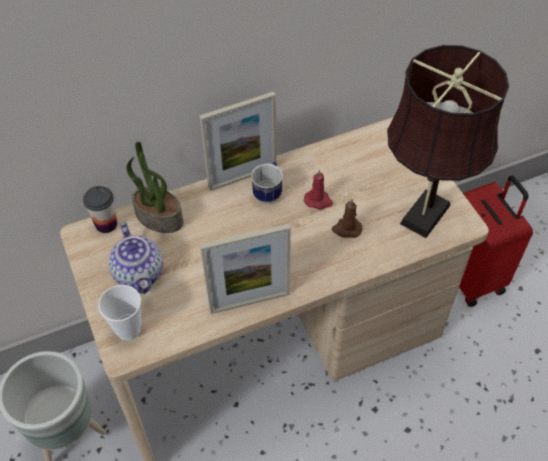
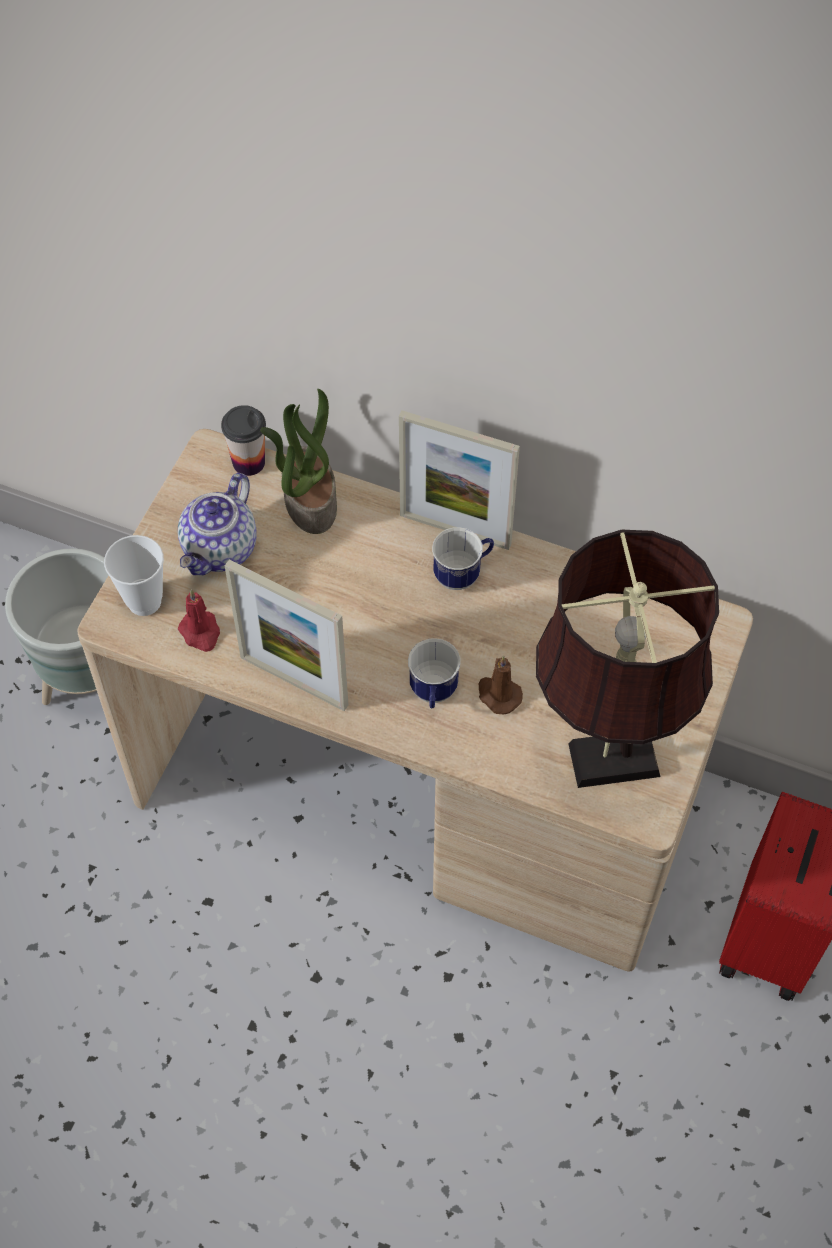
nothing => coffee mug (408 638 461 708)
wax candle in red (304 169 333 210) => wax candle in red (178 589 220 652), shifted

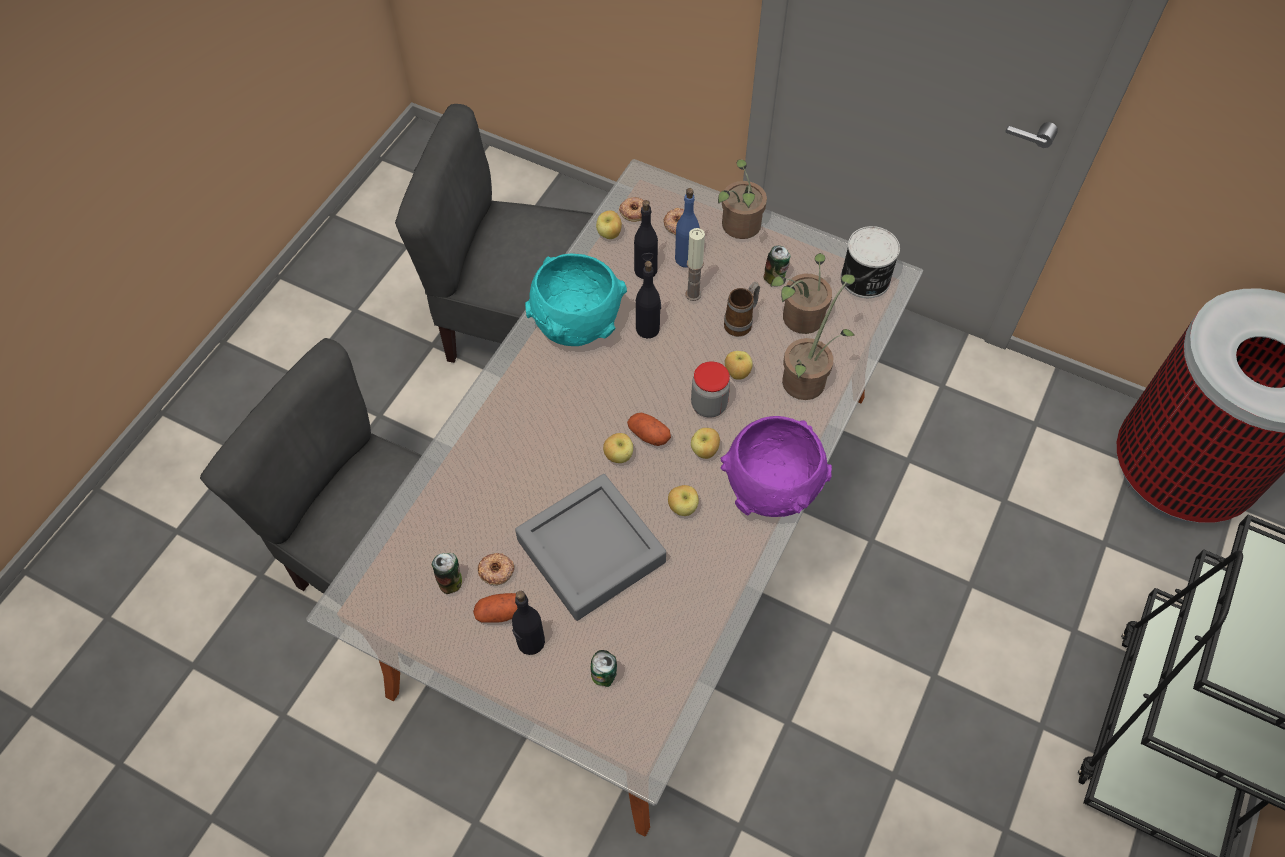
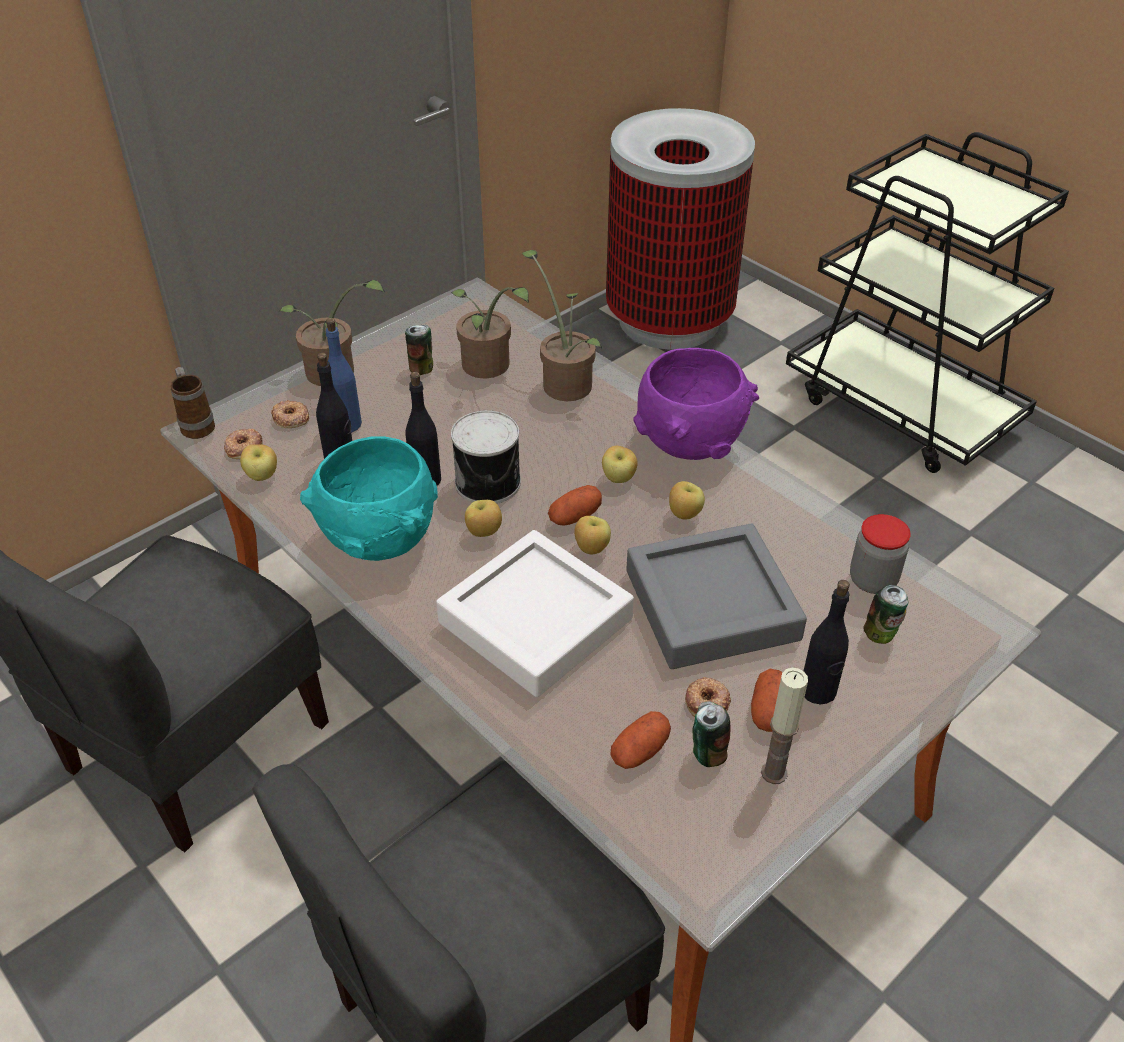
nothing => tray in white (436 530 634 697)
nothing => spud (611 711 671 769)
wax candle (685 228 705 301) => wax candle (761 668 808 784), shifted
storage jar (691 361 730 418) => storage jar (850 514 911 594), shifted
coffee mug (724 282 760 336) => coffee mug (171 367 215 439), shifted
apple (725 351 753 380) => apple (465 500 502 537), shifted
can (841 226 900 298) => can (451 410 521 504), shifted

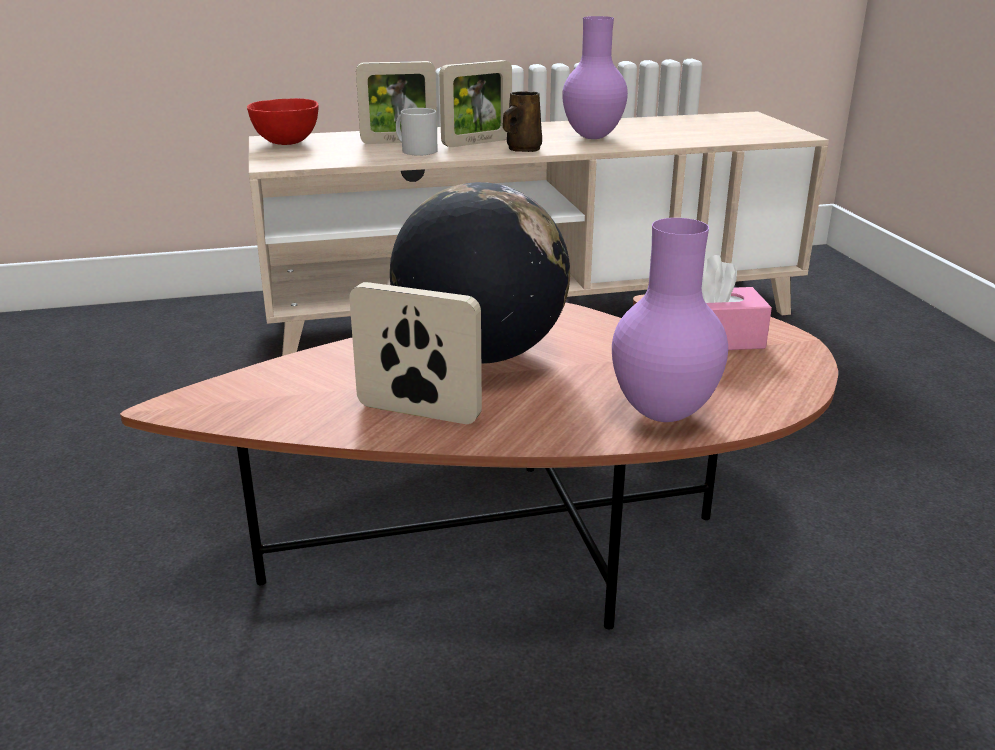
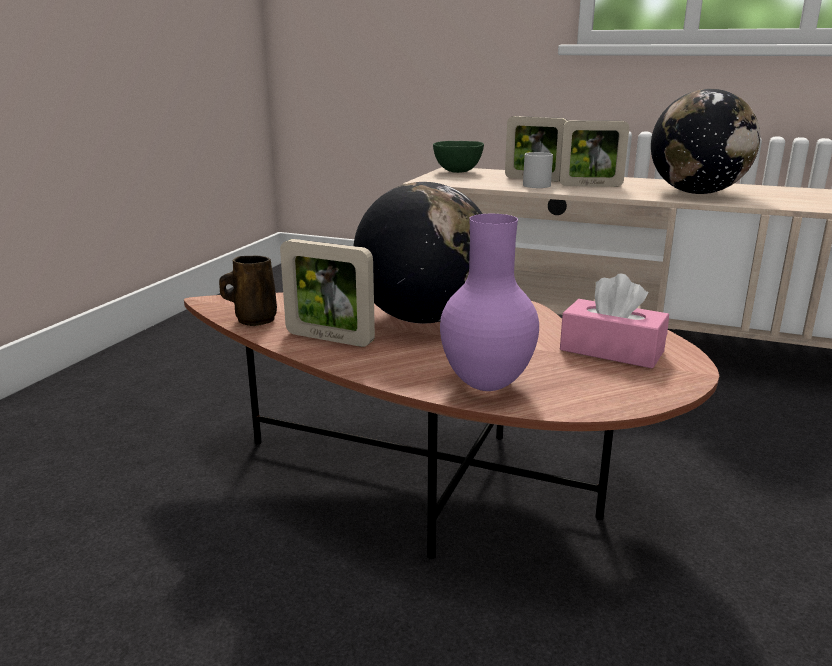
coffee mug in brownish (503 91 542 152) => coffee mug in brownish (219 255 277 326), shifted
decorative vase in purple (562 16 628 139) => world globe (651 89 760 194)
deep dish in red (247 98 319 145) => deep dish in green-coloured (433 141 484 173)
standing frame (349 282 482 424) => standing frame (280 239 375 347), 150 degrees clockwise

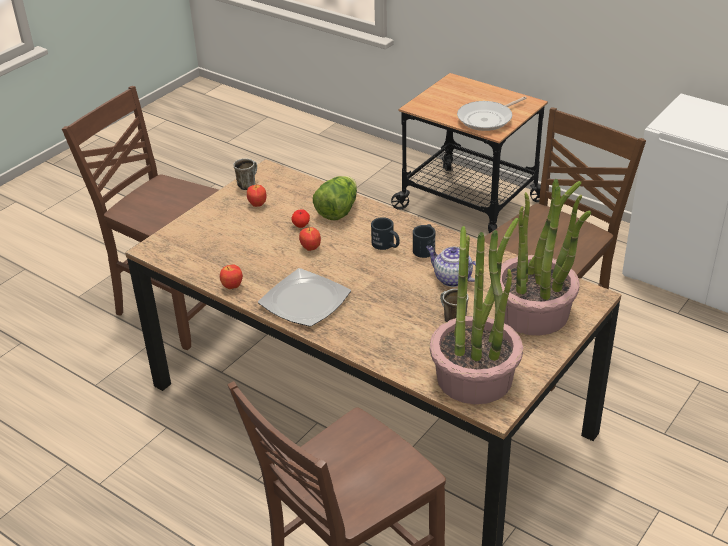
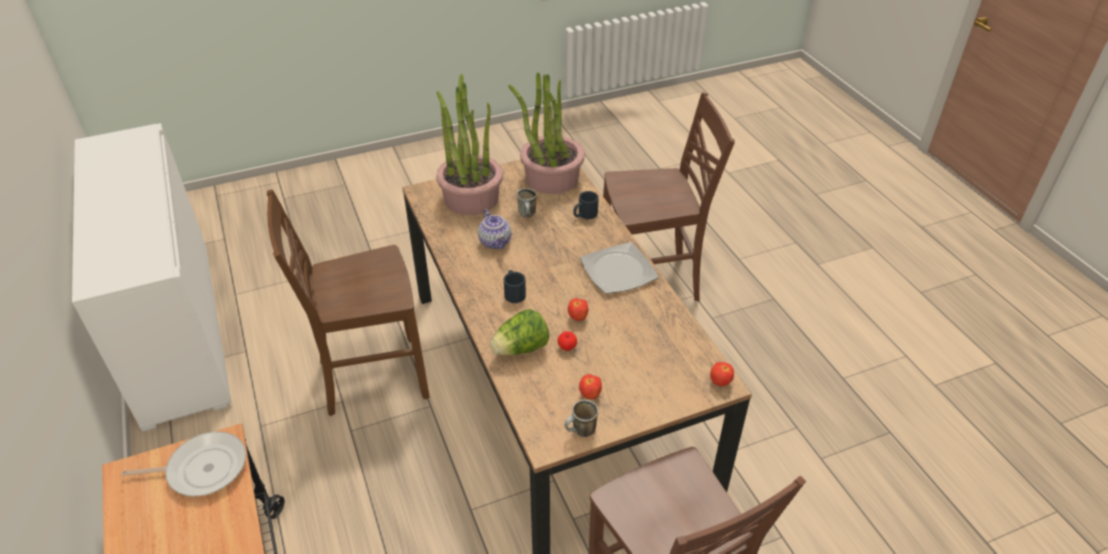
apple (220 265 243 289) => apple (710 362 734 386), shifted
coffee mug in black (413 224 435 258) => coffee mug in black (573 191 599 219), shifted

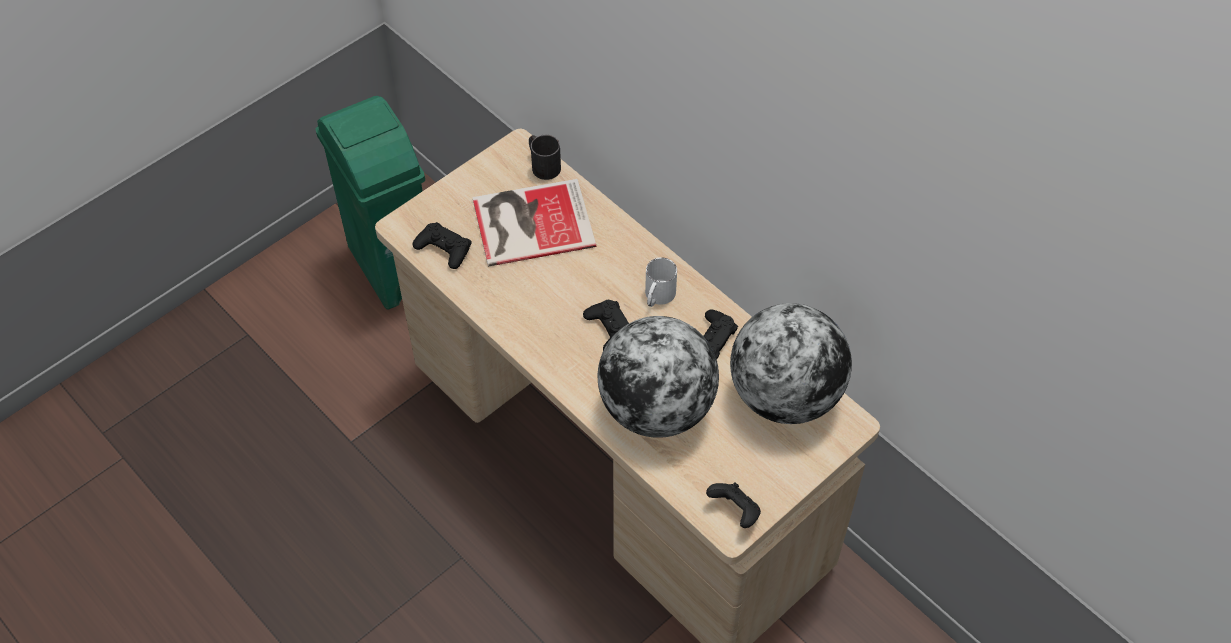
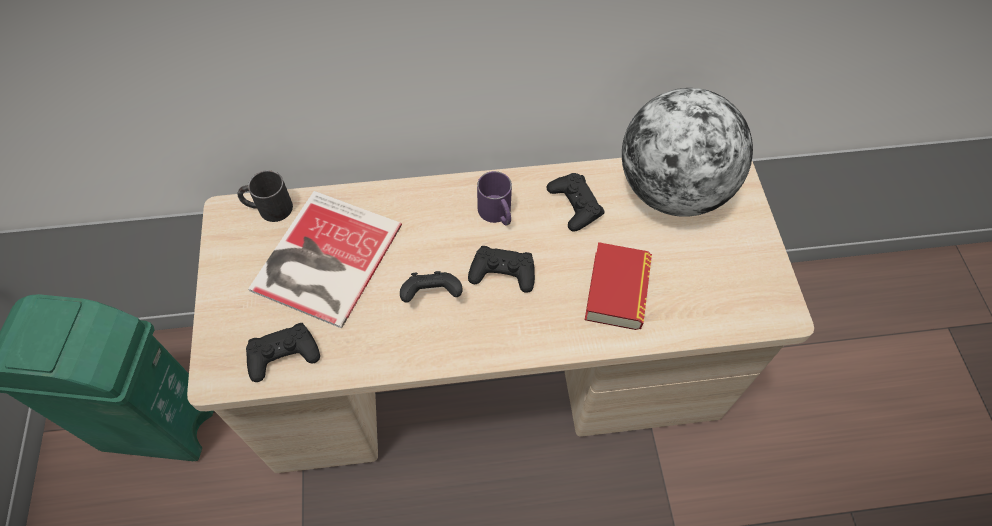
game controller in black (706 482 761 528) => game controller in black (400 271 463 303), shifted
world globe (598 316 719 438) => bound book (585 242 652 330)
coffee mug in white (645 257 677 307) => coffee mug in purple (477 171 512 225)

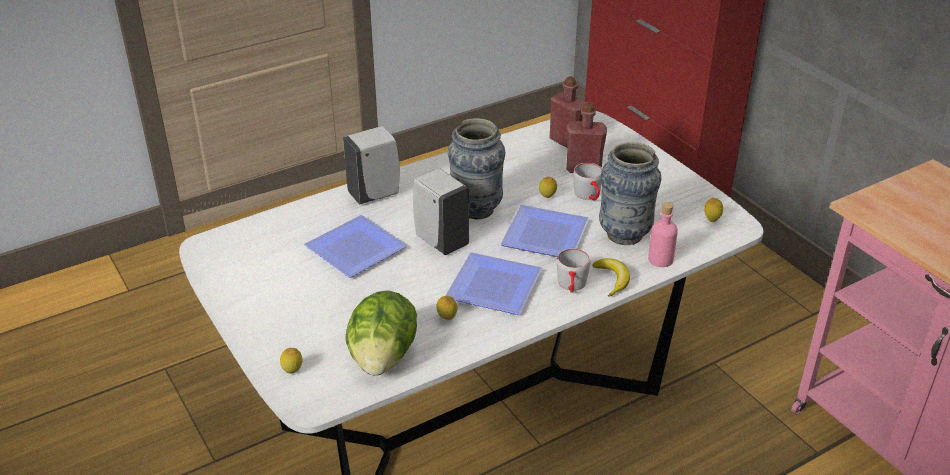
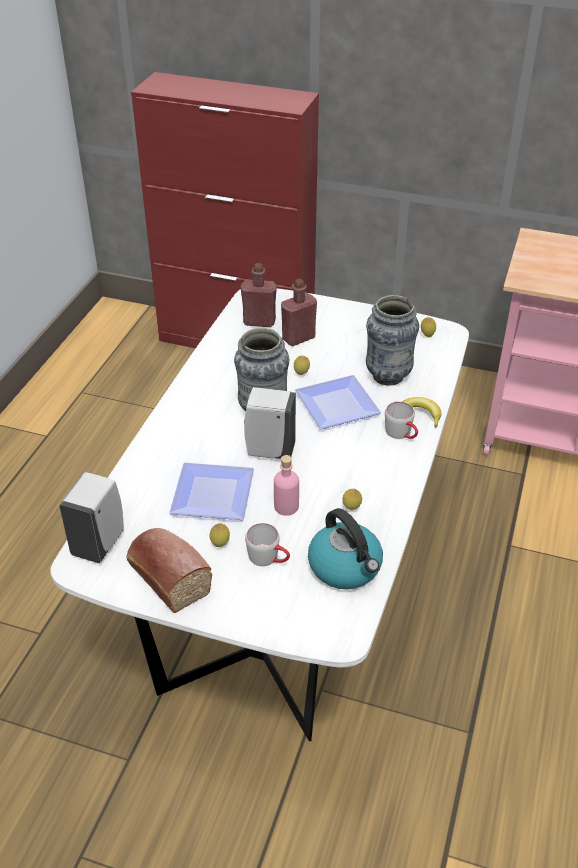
dinner plate (445 252 542 315) => nothing
nothing => bakery bread (126 528 212 613)
whole lemon (280 348 302 373) => whole lemon (210 523 230 547), shifted
soap dispenser in white (343 126 400 205) => soap dispenser in white (59 472 124 563), shifted
coffee mug in grey (573 163 602 200) => coffee mug in grey (245 523 290 566), shifted
bottle in pinkish (648 202 678 267) => bottle in pinkish (274 455 299 516), shifted
lettuce head (345 290 417 375) => water kettle (308 508 383 589)

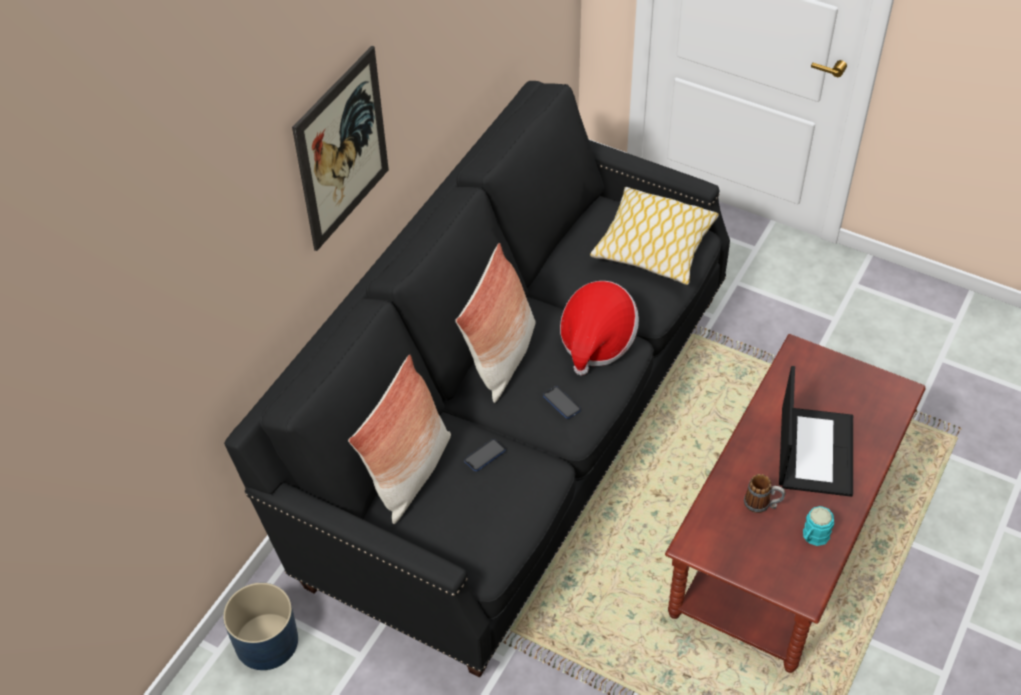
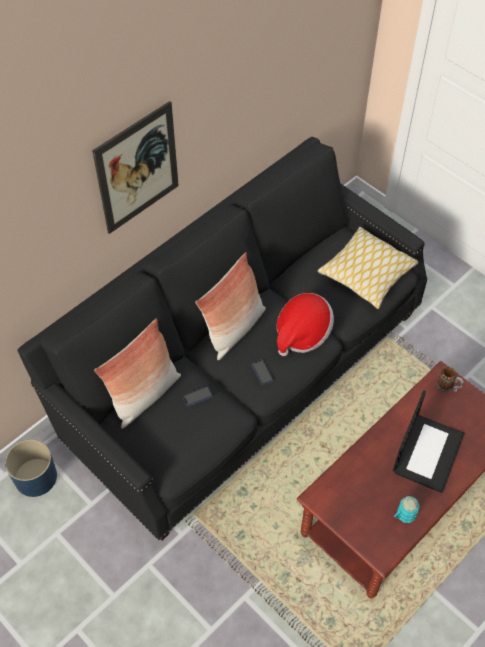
coffee mug (744 474 786 513) => coffee mug (436 367 464 392), shifted

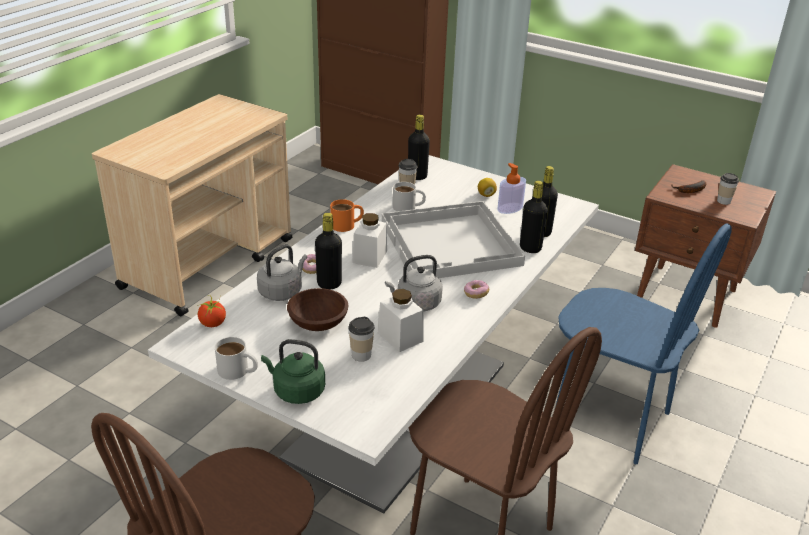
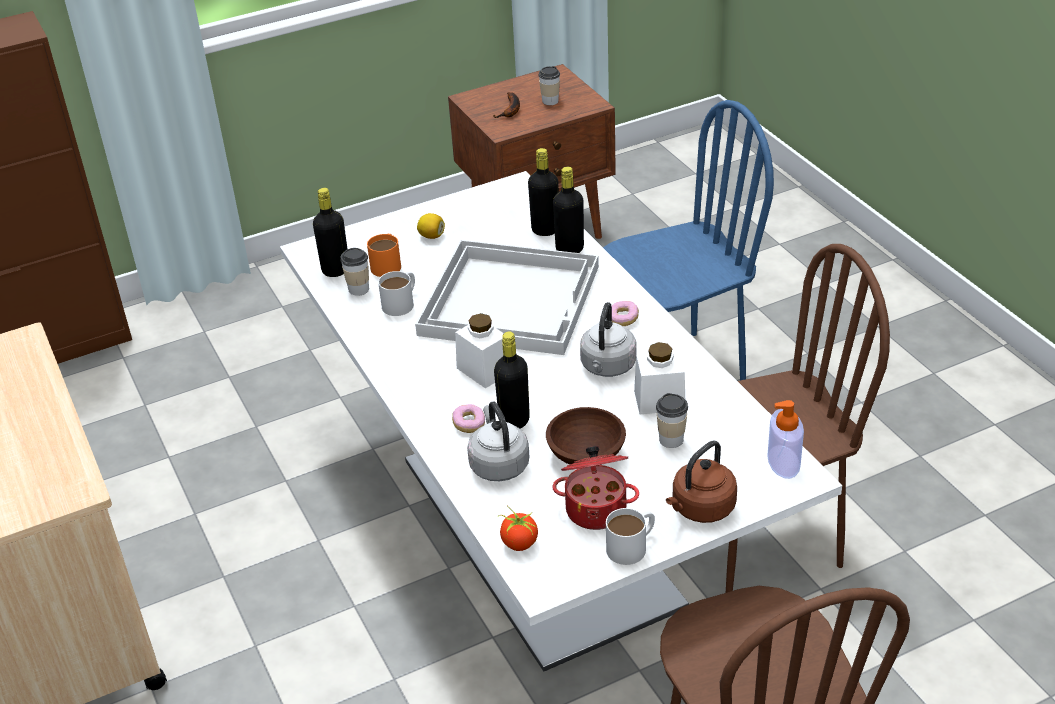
nothing => saucepot (552 446 639 530)
coffee mug in orangey (330 199 364 232) => coffee mug in orangey (367 234 401 277), shifted
soap dispenser (497 163 526 214) => soap dispenser (767 400 804 479), shifted
water kettle in green-coloured (261 339 325 404) => water kettle in brownish (666 441 737 523)

